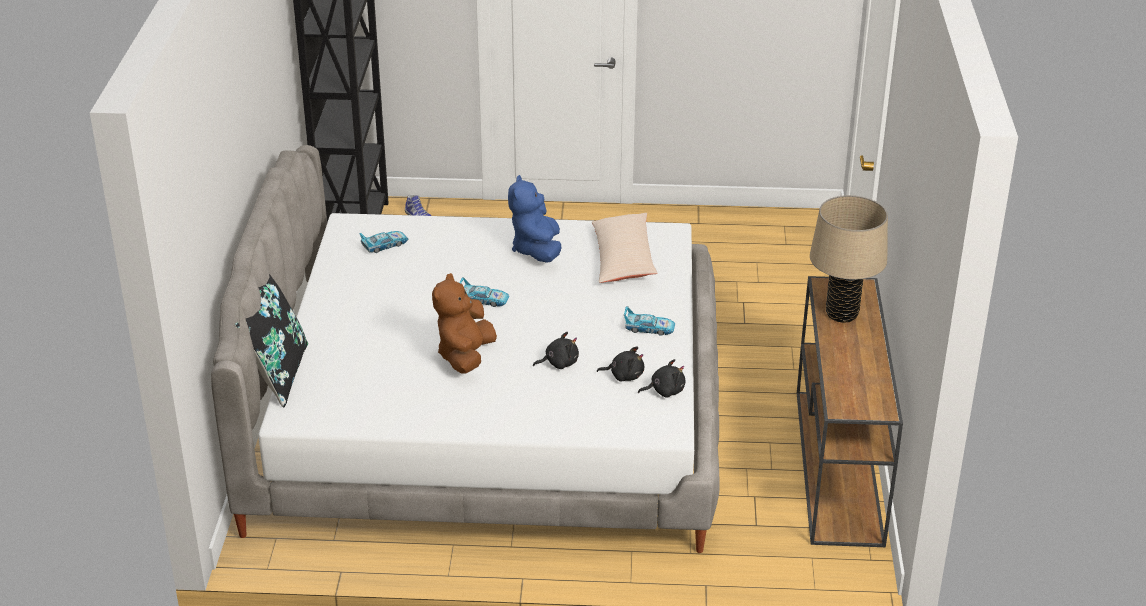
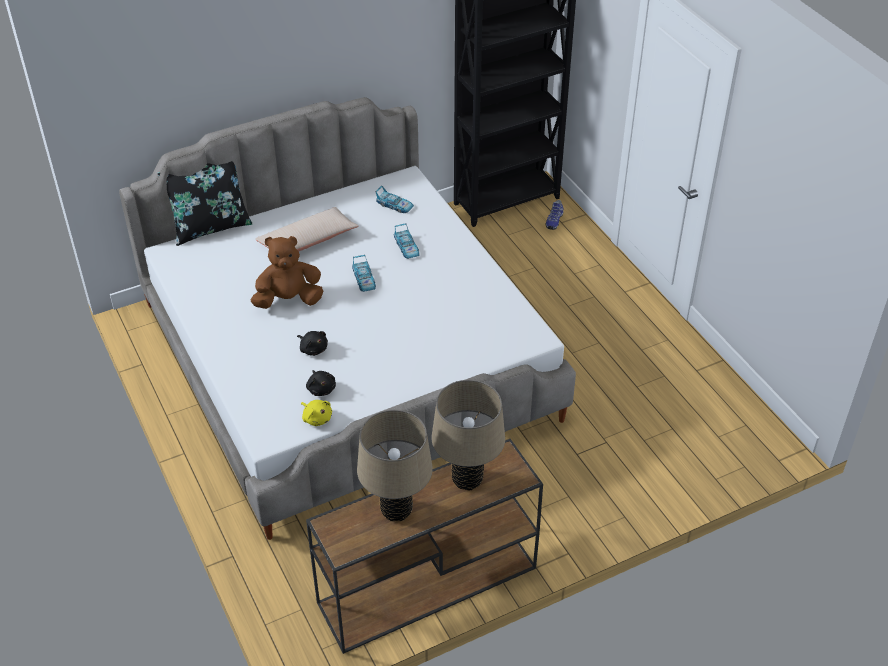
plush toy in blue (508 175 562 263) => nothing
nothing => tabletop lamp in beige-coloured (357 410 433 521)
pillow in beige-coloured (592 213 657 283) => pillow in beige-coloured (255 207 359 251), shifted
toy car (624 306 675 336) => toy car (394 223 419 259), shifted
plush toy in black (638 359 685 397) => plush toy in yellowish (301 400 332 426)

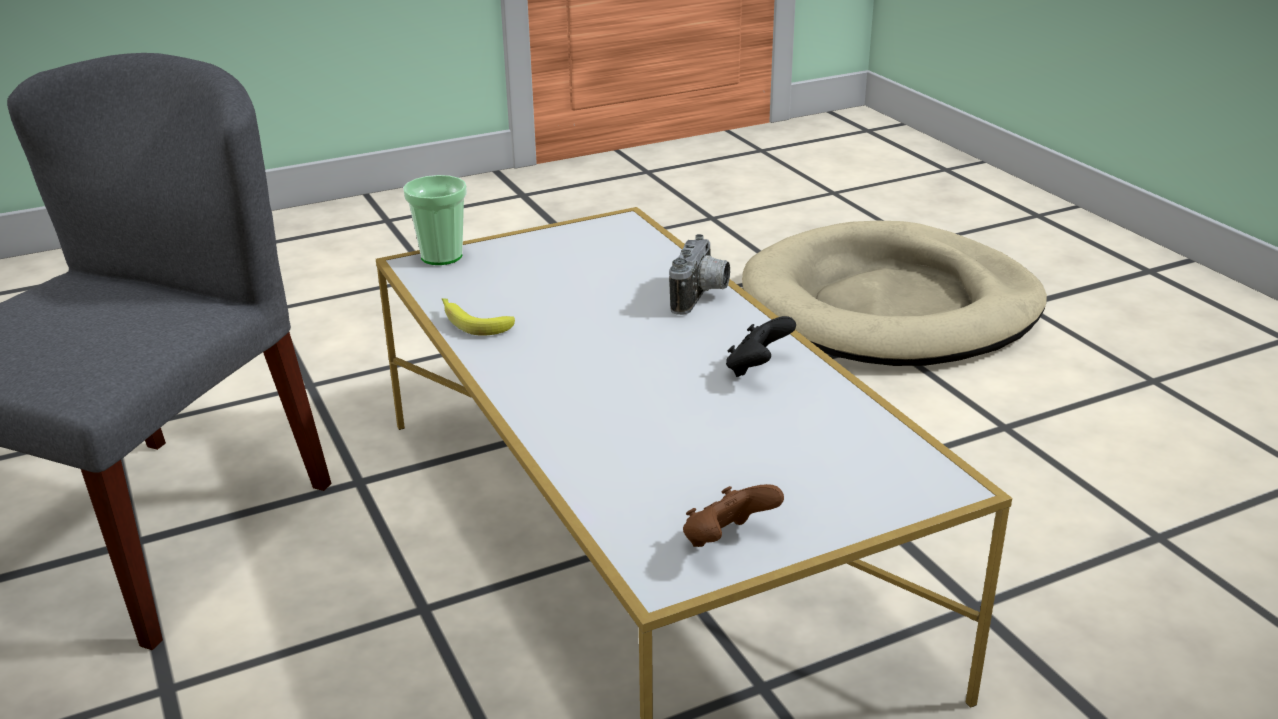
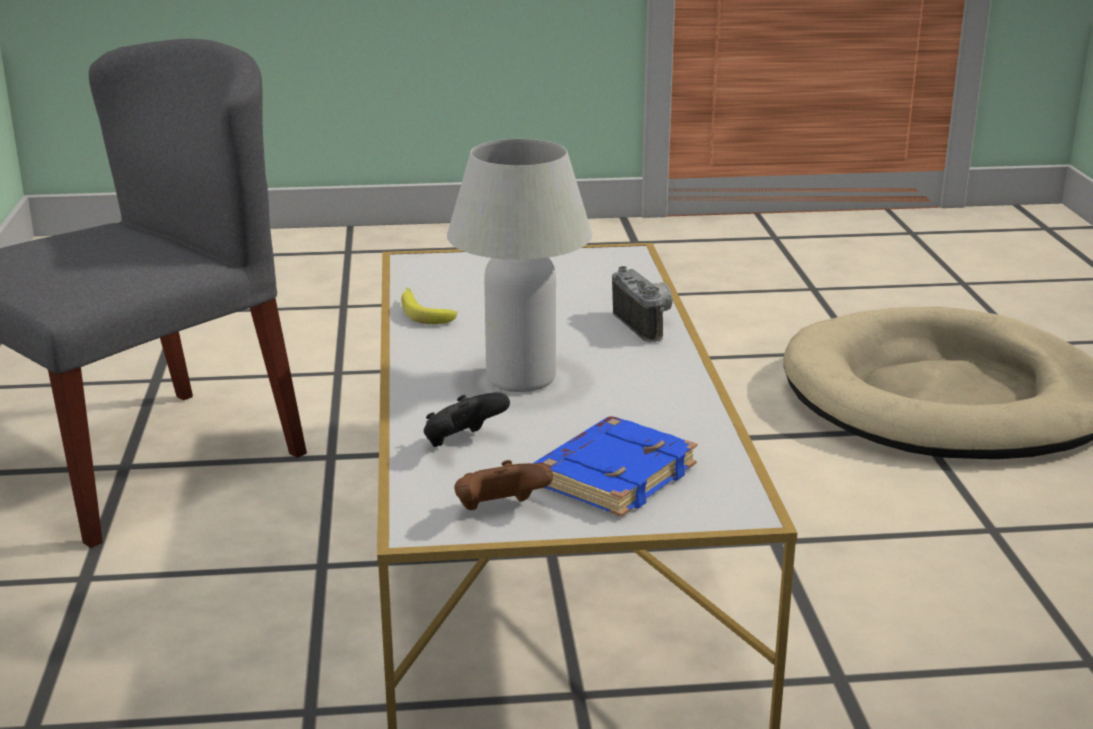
small cup (403 175 467 265) => nothing
nothing => tabletop lamp in white (447 139 592 392)
nothing => bound book in blue (534 416 697 517)
game controller in black (726 316 796 377) => game controller in black (424 392 510 447), shifted
still camera (669 234 730 315) => still camera (612 266 672 342), 60 degrees counterclockwise

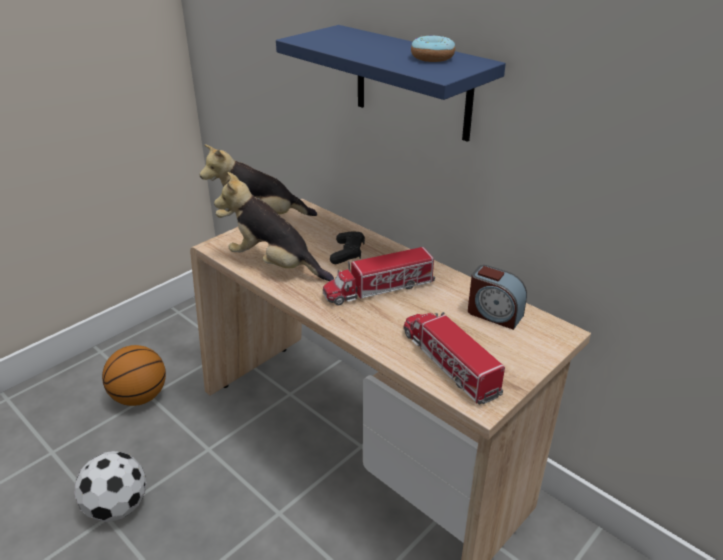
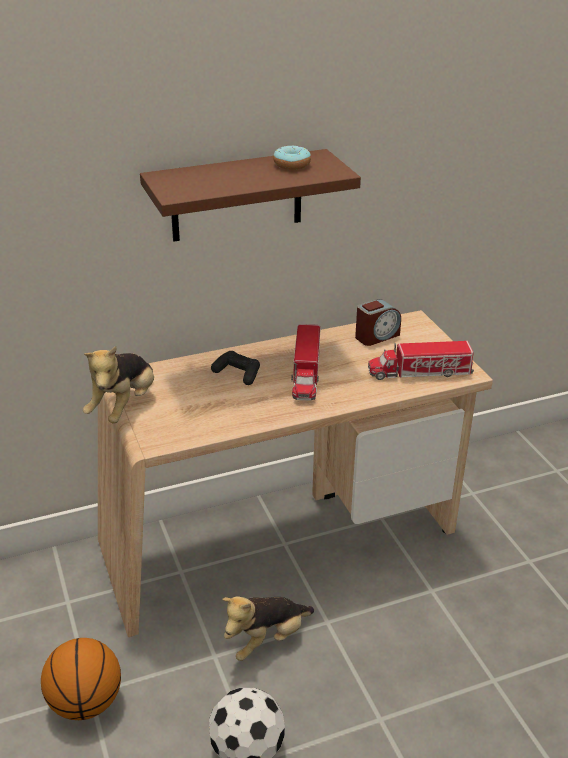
plush toy (214 172 334 281) => plush toy (222 596 314 661), shifted
wall shelf in blue (276 25 506 142) => wall shelf in brownish (140 149 361 242)

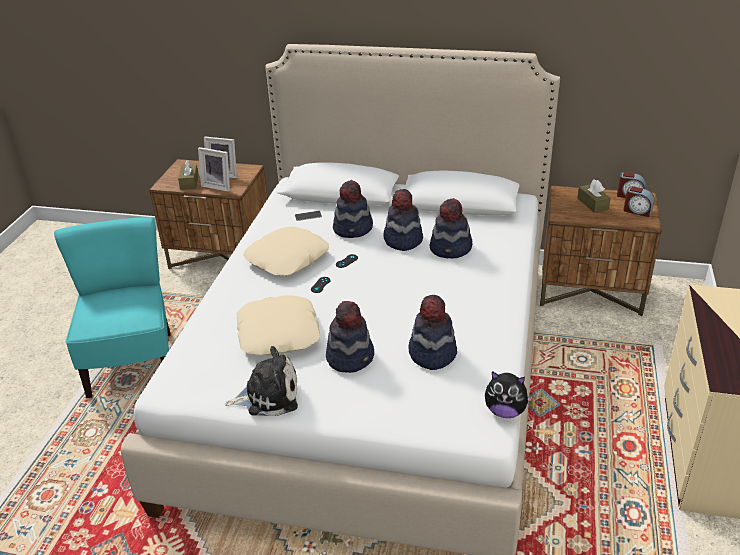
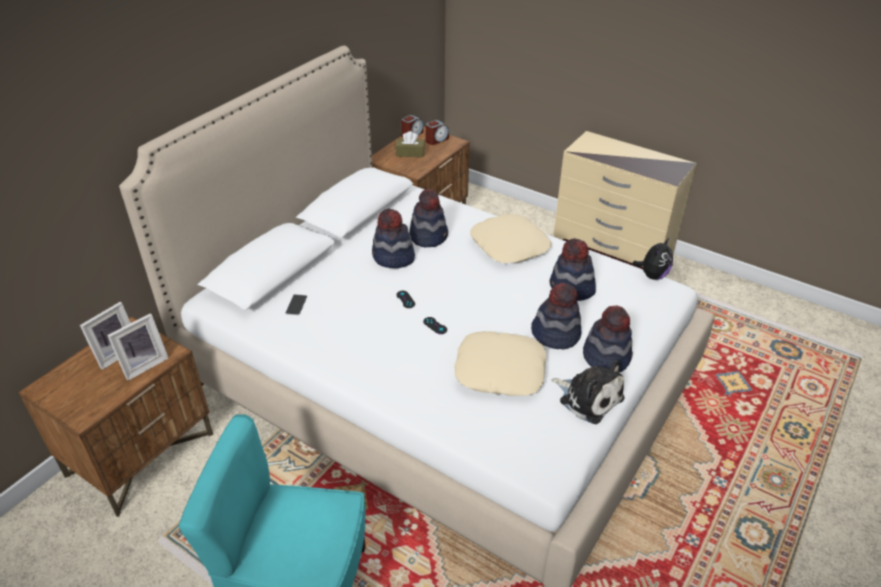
tissue holder in brownish (178 160 199 190) => nothing
pillow in beige-coloured (243 227 329 276) => pillow in beige-coloured (470 214 551 263), shifted
clothing hat (333 180 373 238) => clothing hat (583 305 633 372), shifted
plush toy (225 346 298 416) => plush toy (551 360 625 424), 120 degrees clockwise

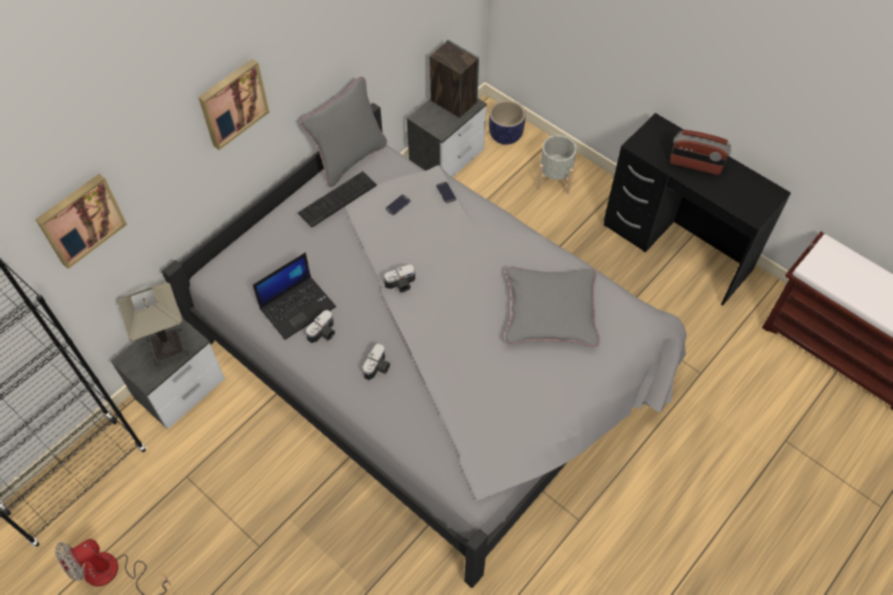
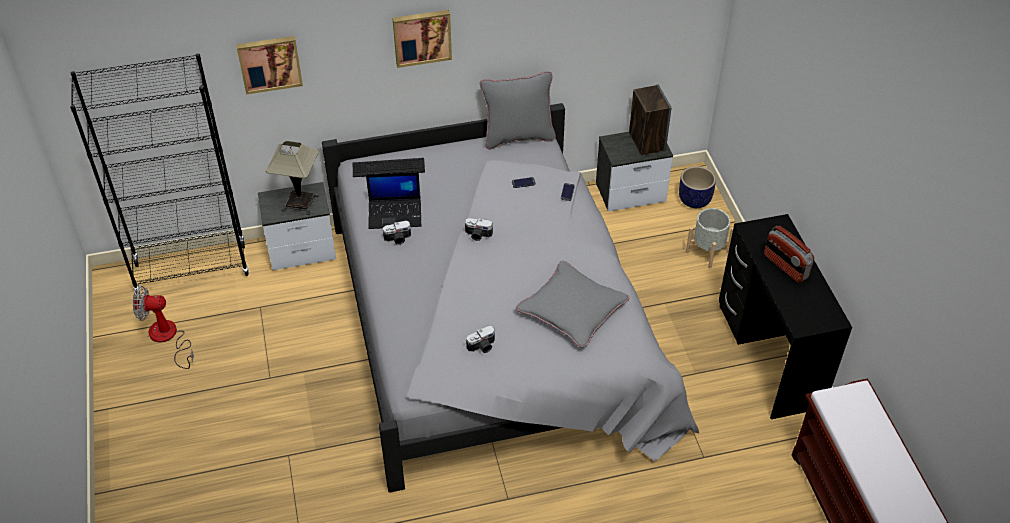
PC keyboard (298 171 377 228) => PC keyboard (353 158 425 177), shifted
still camera (363 343 390 380) => still camera (466 326 495 353), shifted

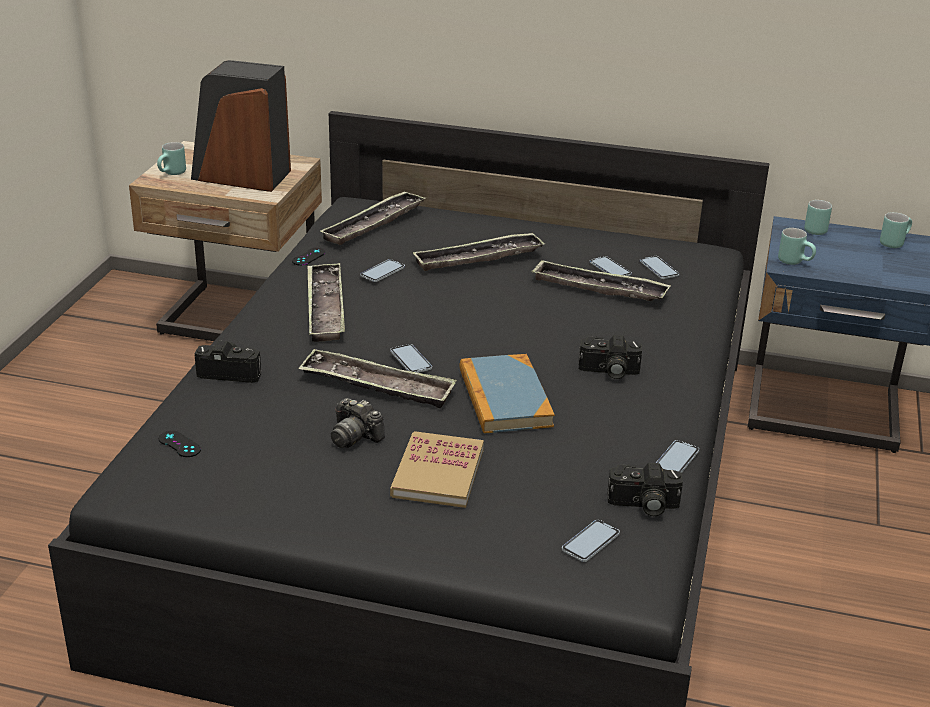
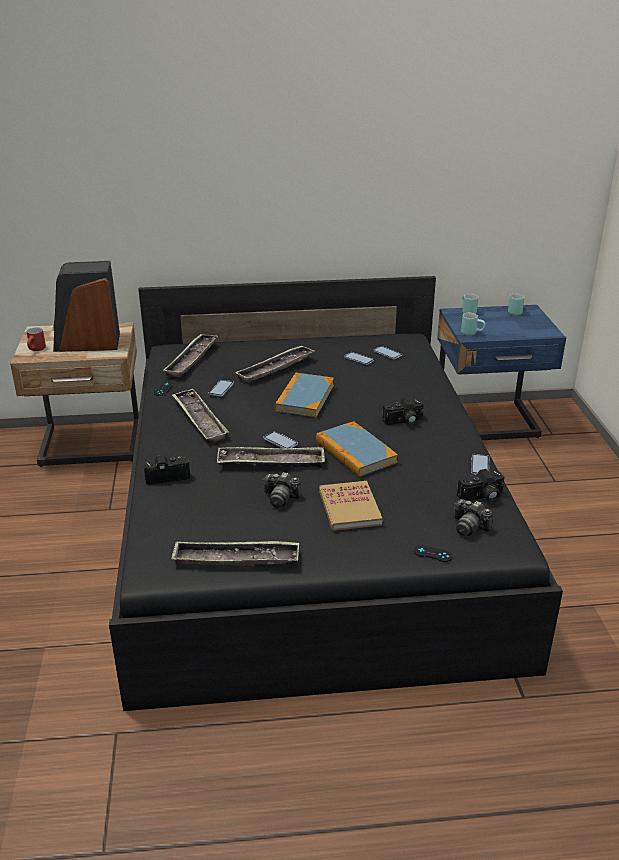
nothing => bound book (274 373 334 417)
game controller in black (159 431 201 457) => game controller in black (413 545 452 562), shifted
tray (531 260 671 301) => tray (171 541 299 566), shifted
telephone (562 520 620 562) => still camera (454 499 493 536)
coffee mug in turquoise (157 142 186 175) => coffee mug in red (27 327 46 351)

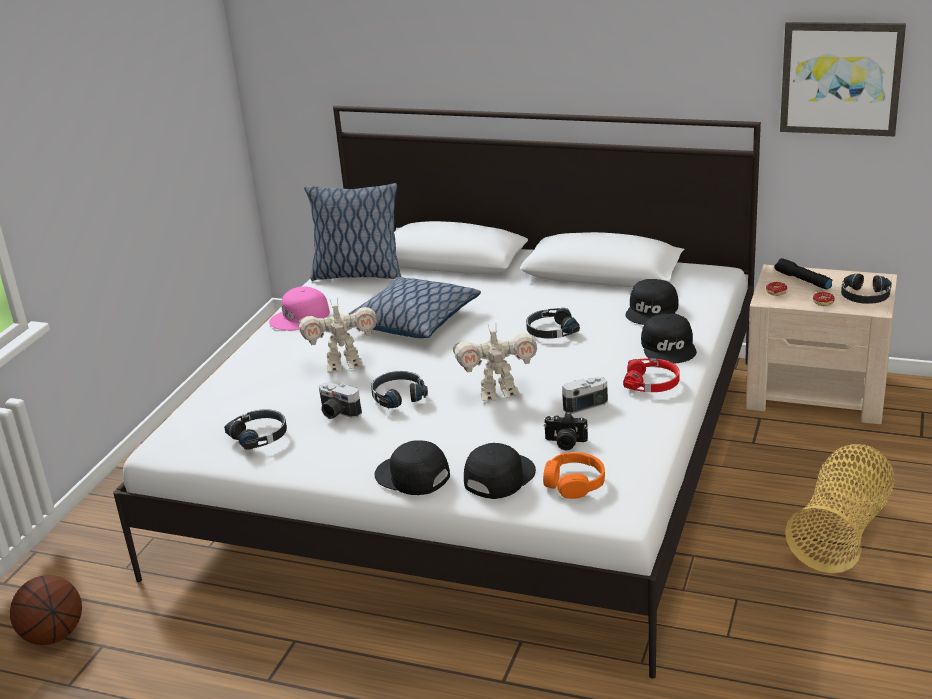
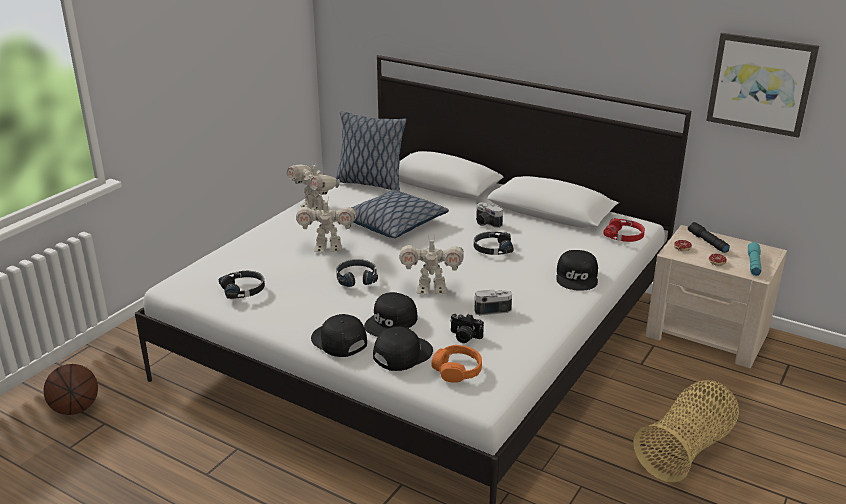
still camera (319 383 362 419) => still camera (476 202 503 228), shifted
headphones in red (623 358 680 392) => headphones in red (603 218 645 242), shifted
cap in black (626 279 679 325) => cap in black (364 292 417 337), shifted
cap in pinkish (269 286 330 331) => model robot (287 161 340 211)
headphones in black (841 274 892 304) => hand torch in turquoise (748 242 762 276)

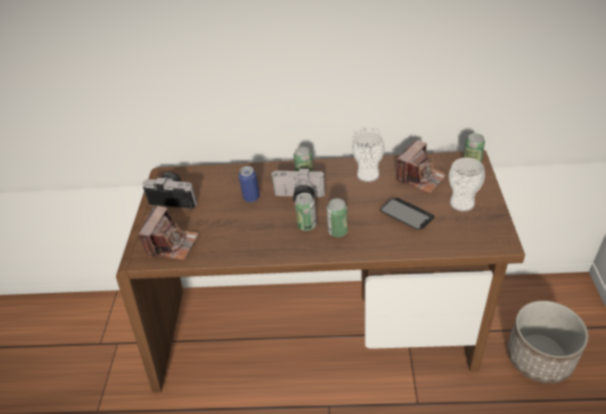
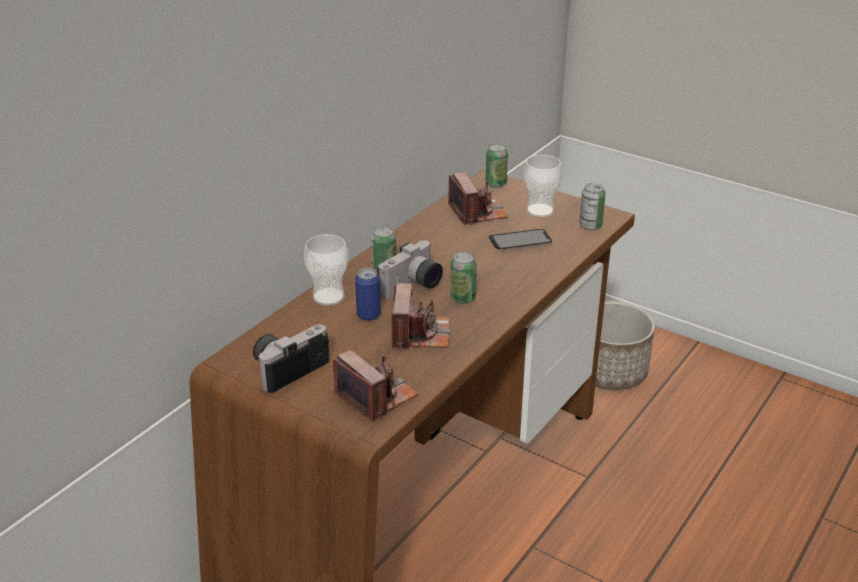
nothing => still camera (391 283 450 350)
can (327 198 348 237) => can (579 183 605 230), shifted
small cup (352 132 385 182) => small cup (304 234 349 305), shifted

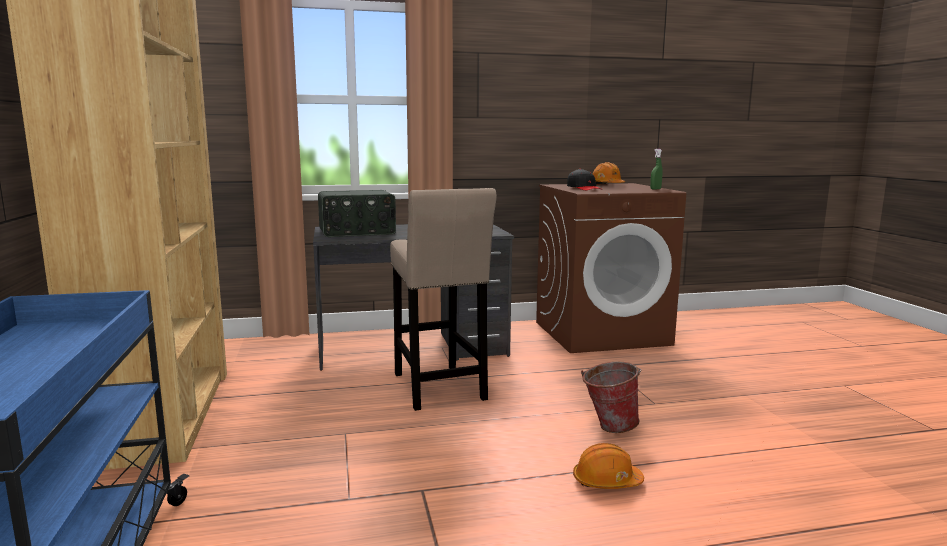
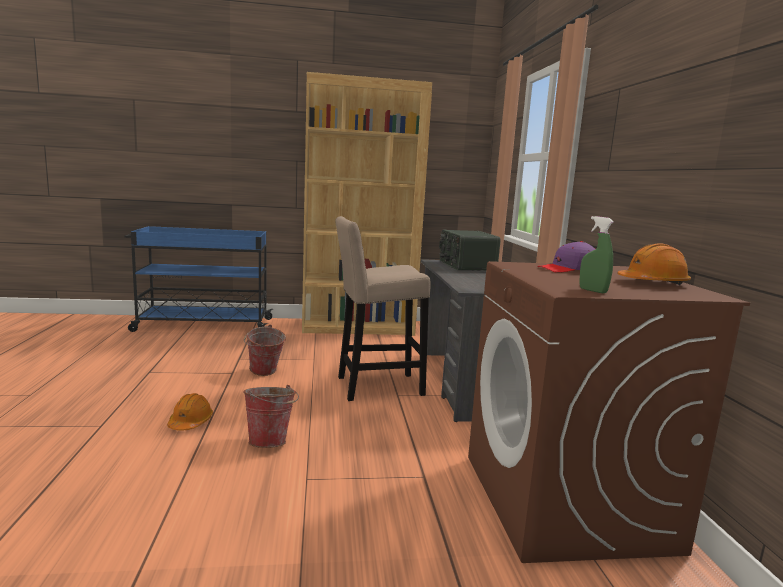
nothing => pail (244 325 286 376)
cap in black (567 169 602 190) => cap in purple (537 241 596 273)

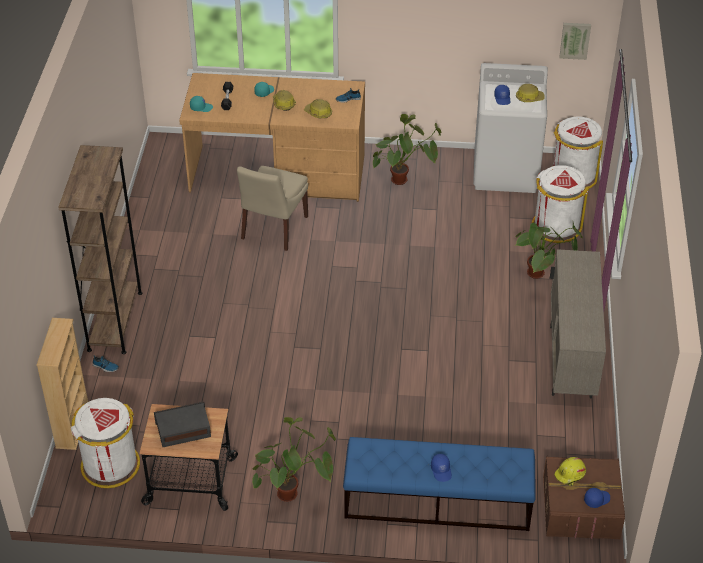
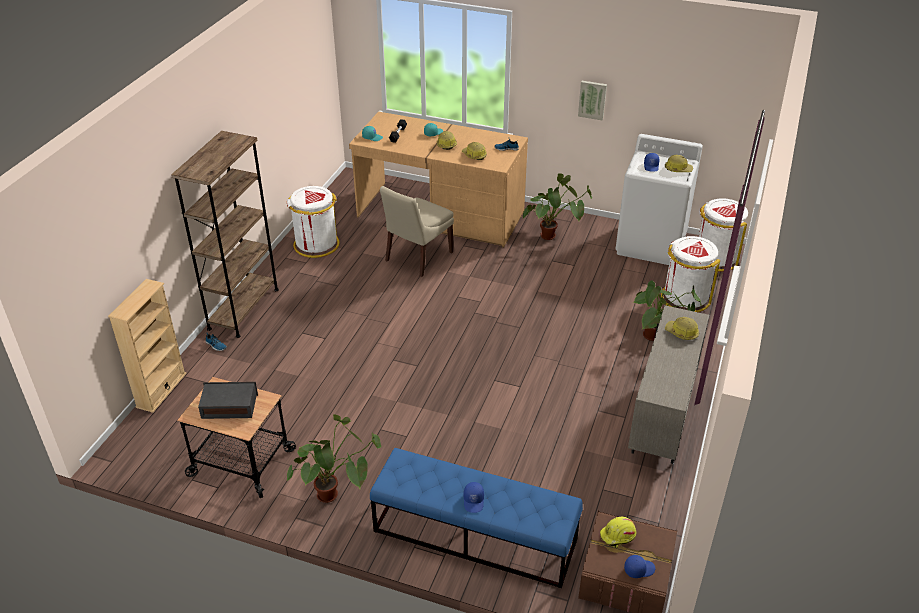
nothing => safety helmet (665 317 699 340)
waste bin in white (71 398 140 488) => waste bin in white (287 186 340 258), shifted
picture (560 23 591 60) => picture (578 81 607 121), shifted

